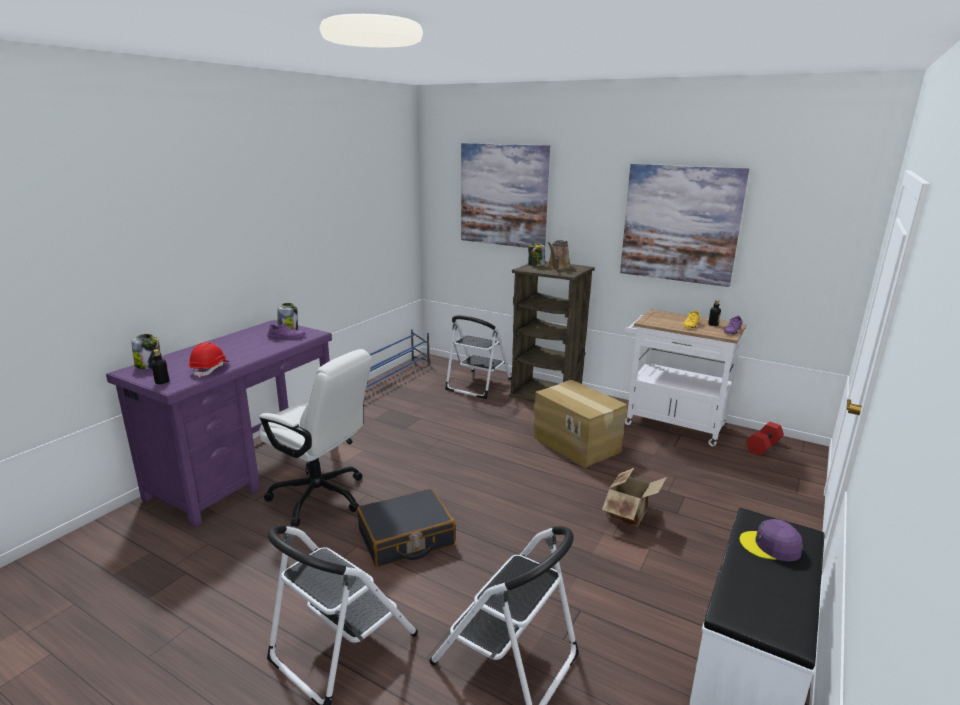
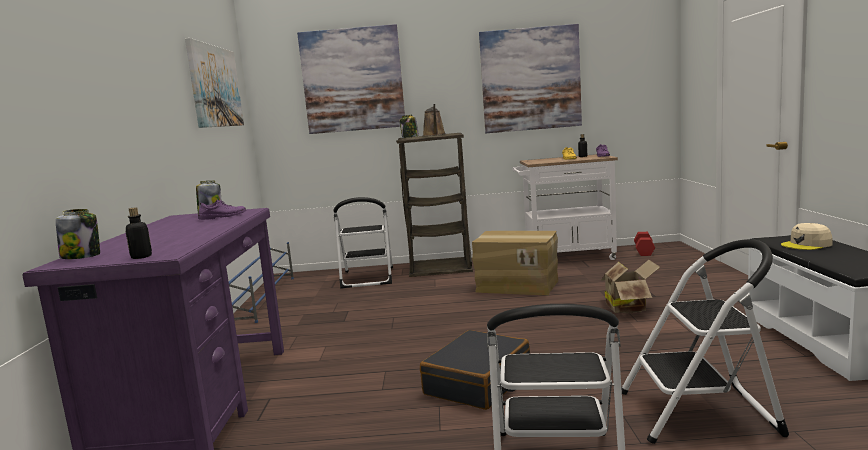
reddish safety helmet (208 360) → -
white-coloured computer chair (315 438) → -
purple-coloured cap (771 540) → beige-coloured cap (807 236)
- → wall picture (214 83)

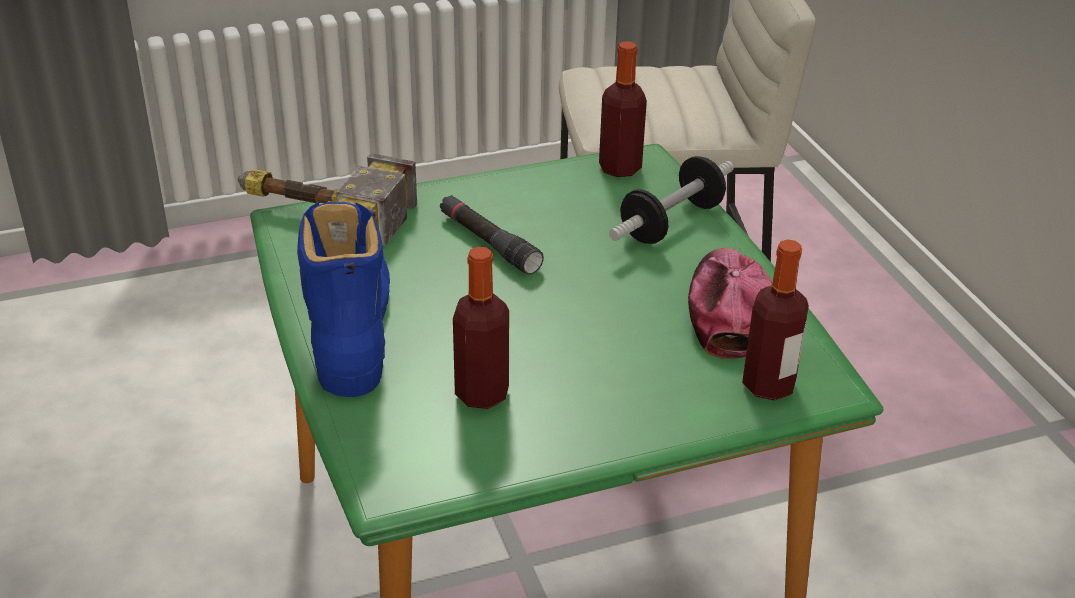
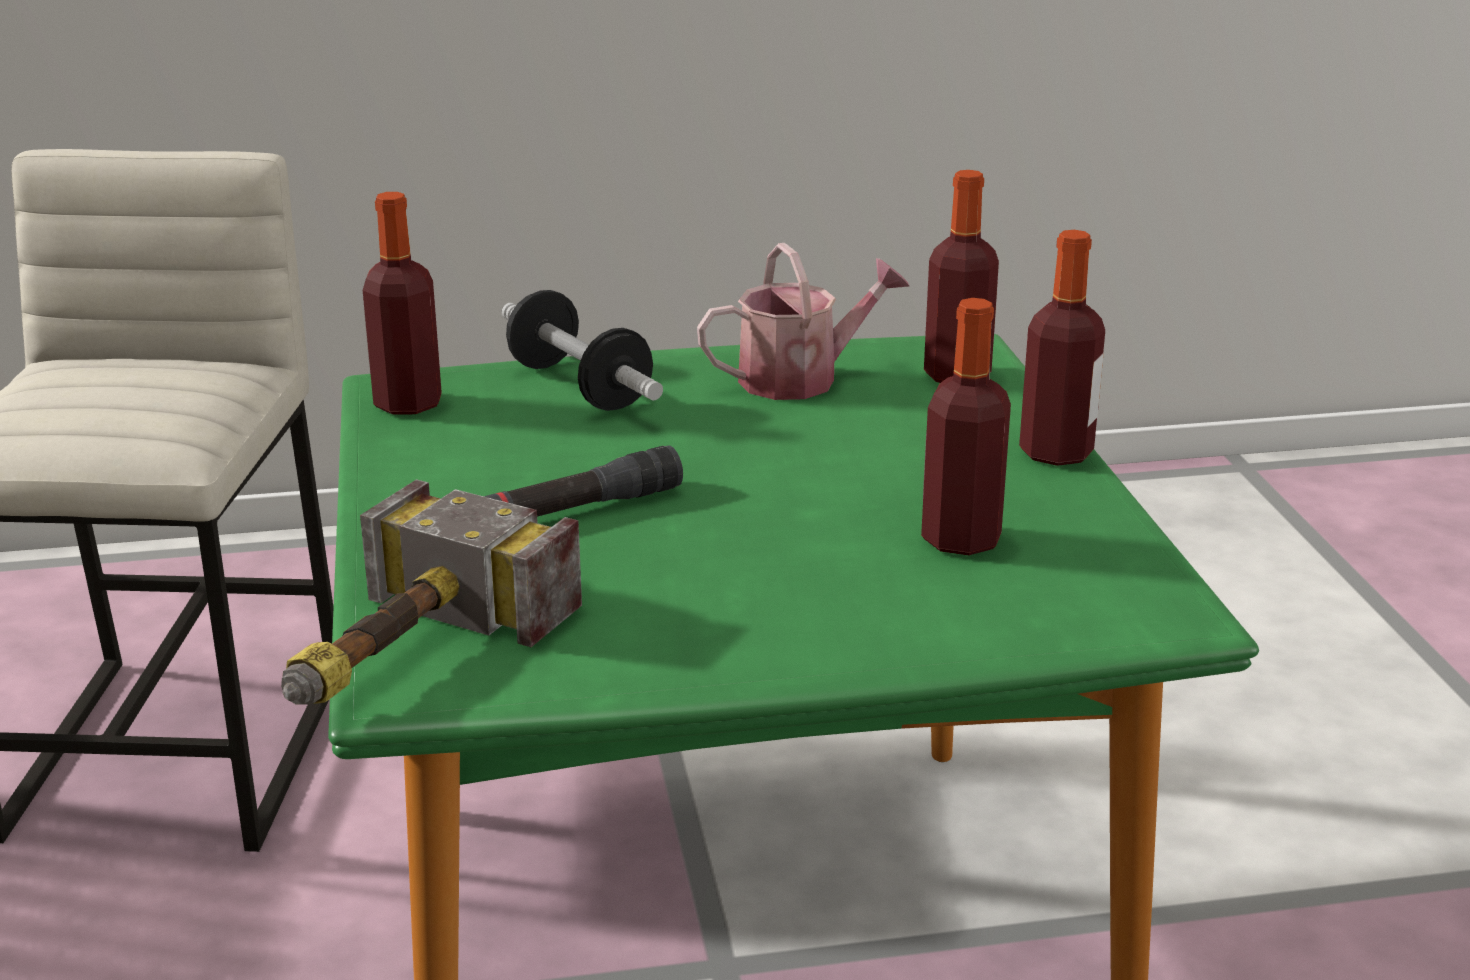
blue boot (343 299) → -
cap (730 303) → watering can (803 321)
- → bottle (1062 348)

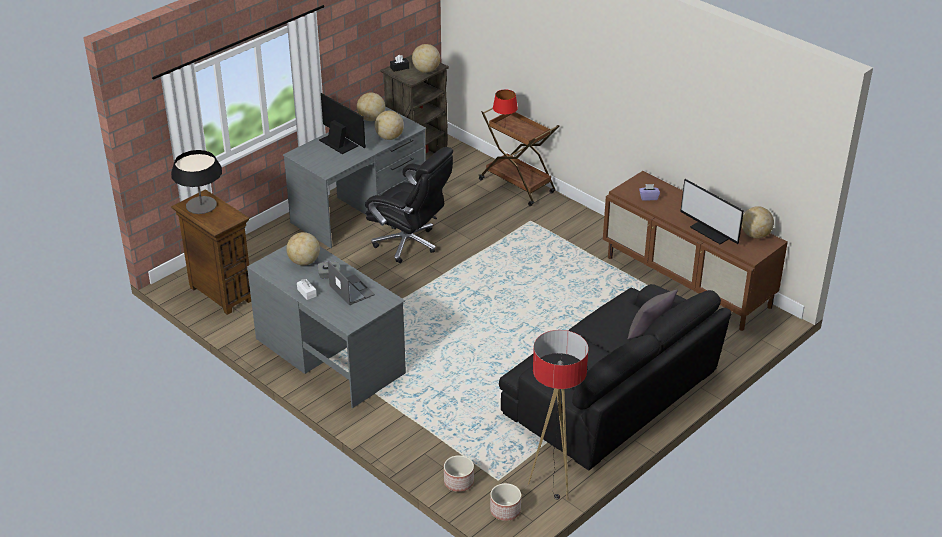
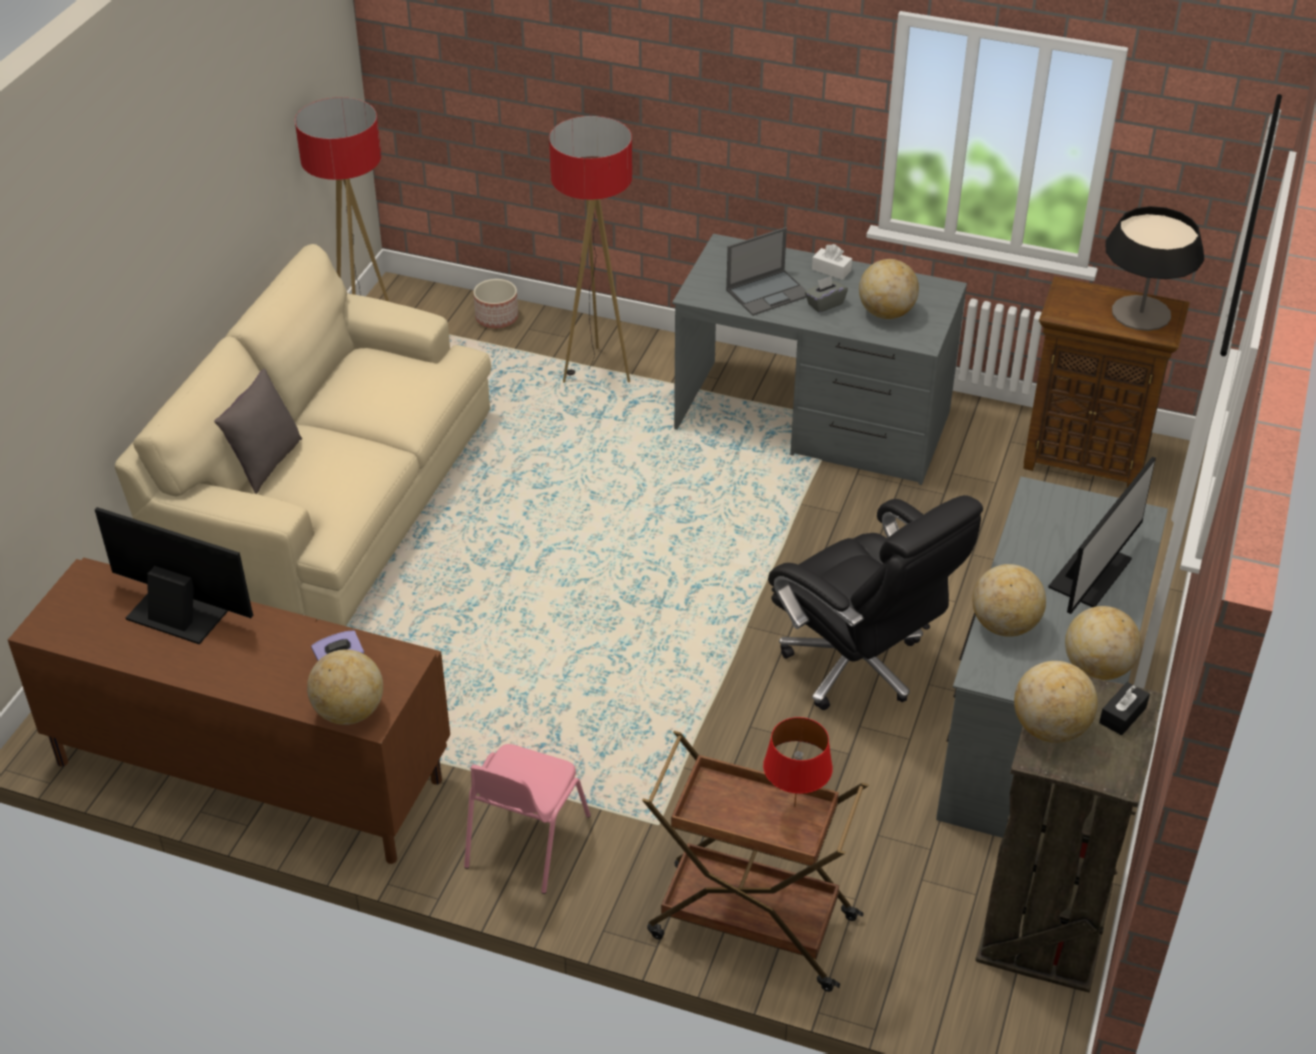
computer screen (342 123) → computer screen (1102 535), 75 degrees counterclockwise
black computer chair (409 205) → black computer chair (875 602), 135 degrees counterclockwise
desk globe (758 222) → desk globe (345 687), move
laptop (351 283) → laptop (766 271), 60 degrees counterclockwise
black sofa (615 377) → beige-coloured sofa (303 435)
flower pot (505 502) → -
- → floor lamp (590 249)
- → pink upright chair (527 819)

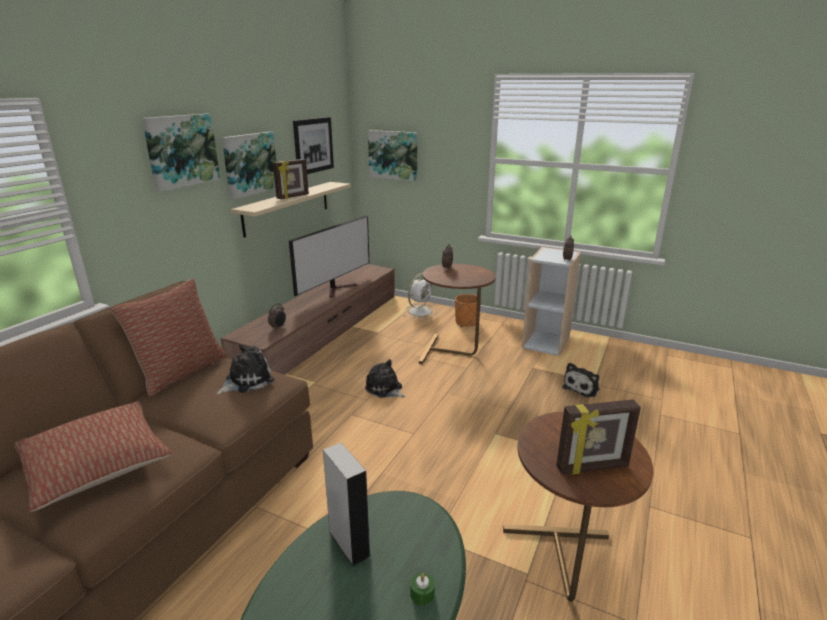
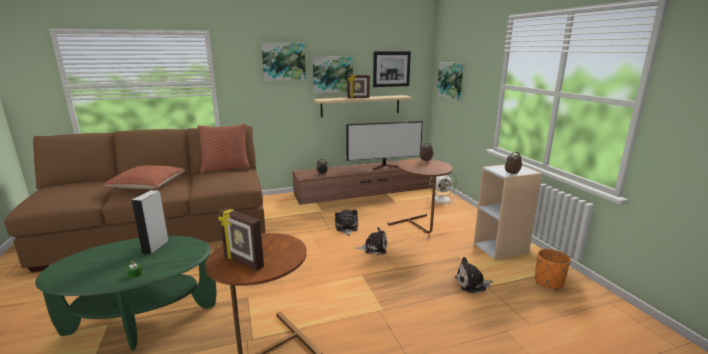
orange flower pot (468 310) → orange flower pot (553 269), move
soft toy (245 369) → soft toy (371 241), move

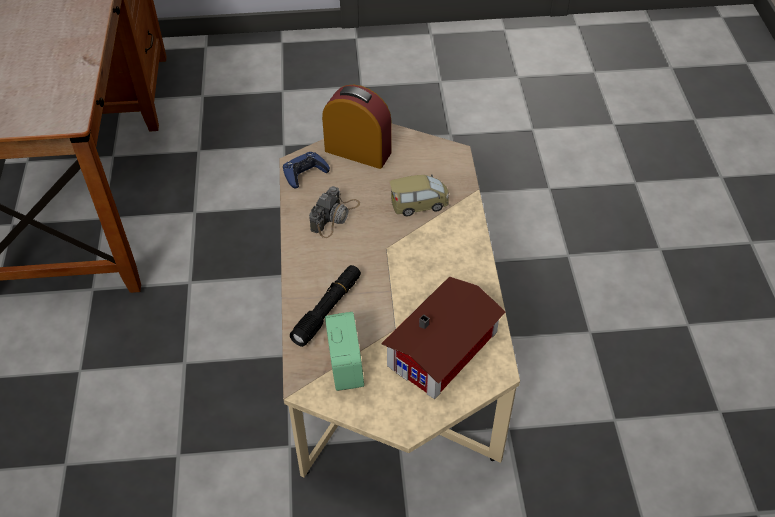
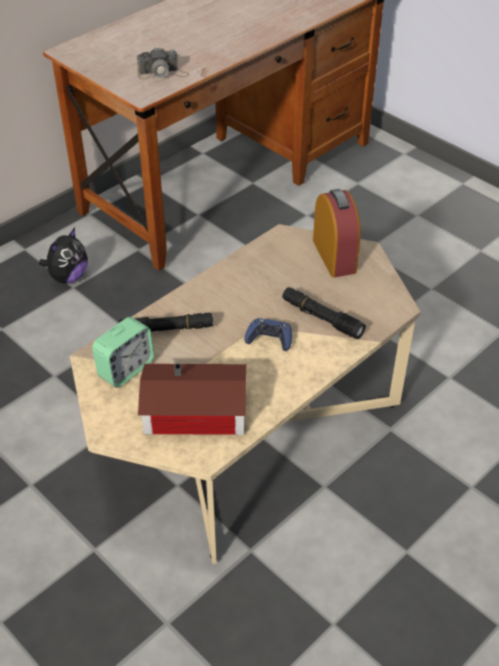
blue game controller (306 170) → blue game controller (268 334), move
model car (419 195) → black torch (324 313)
photo camera (334 212) → photo camera (163 63), move
- → soft toy (63 256)

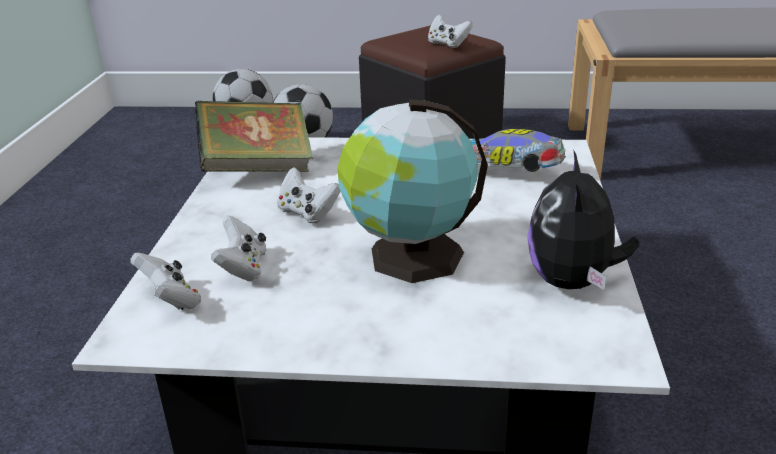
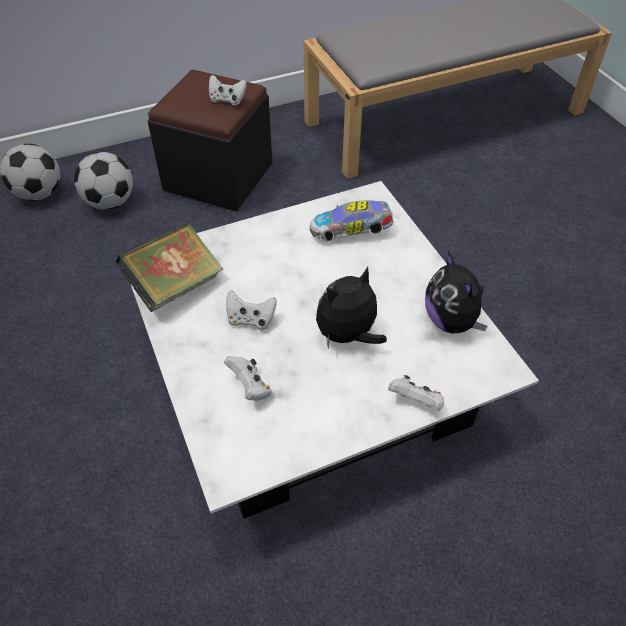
desk globe (412 191) → soft toy (351 308)
white-coloured game controller (165 281) → white-coloured game controller (416 392), move

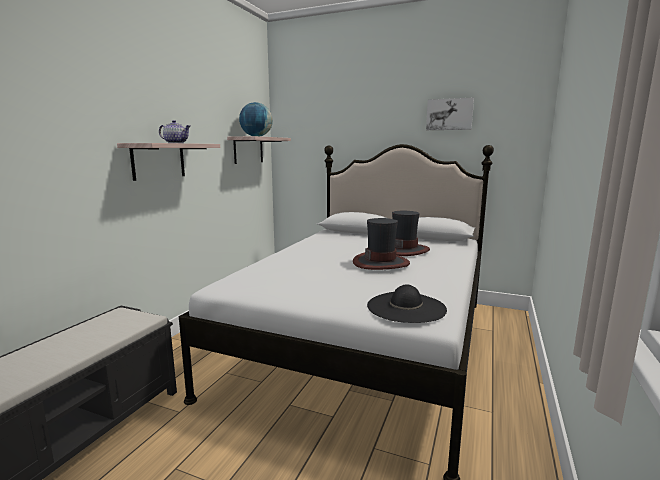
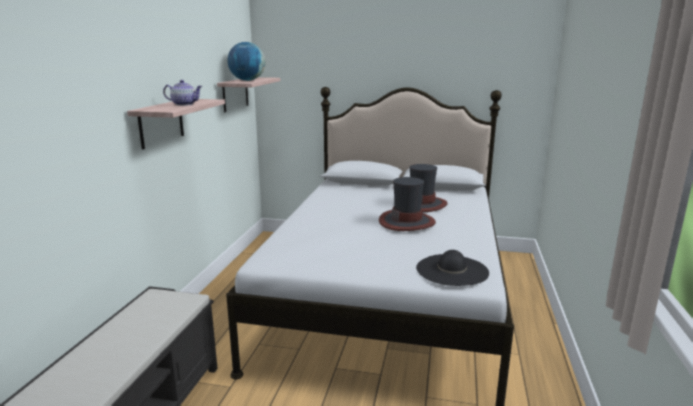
wall picture (450 114) → -

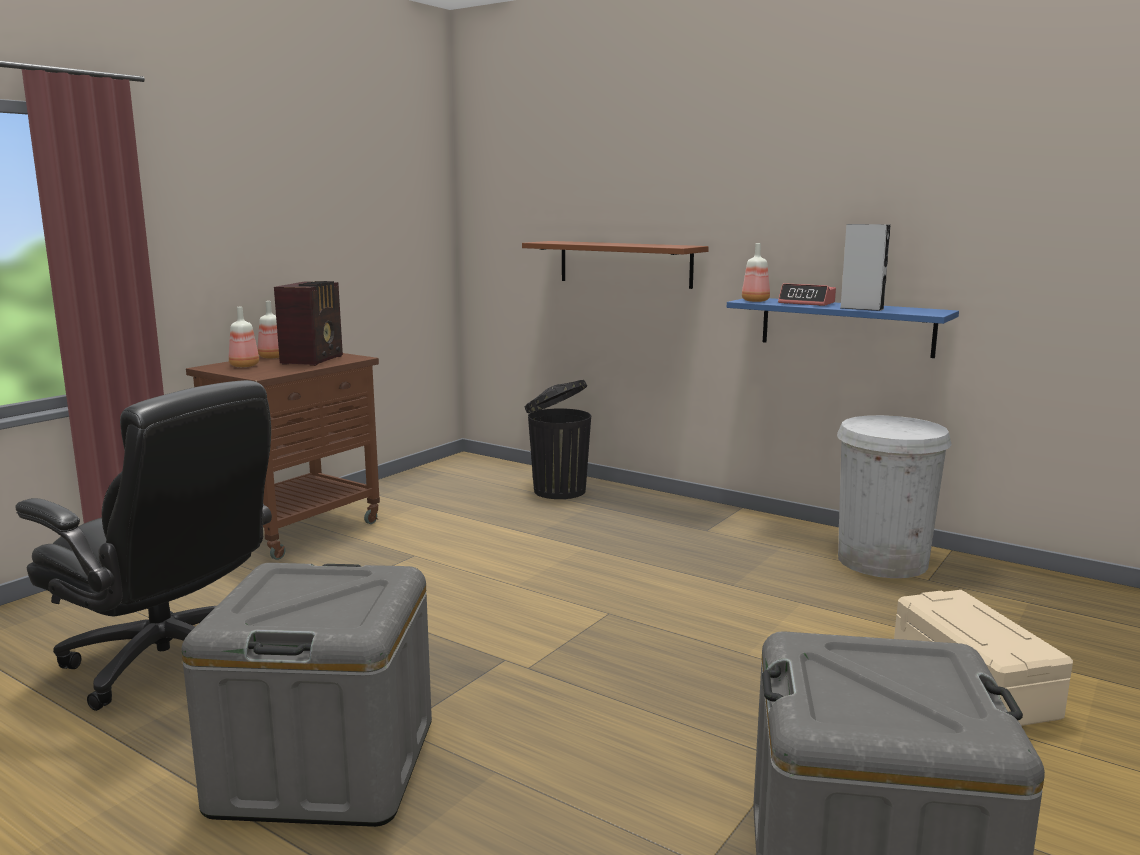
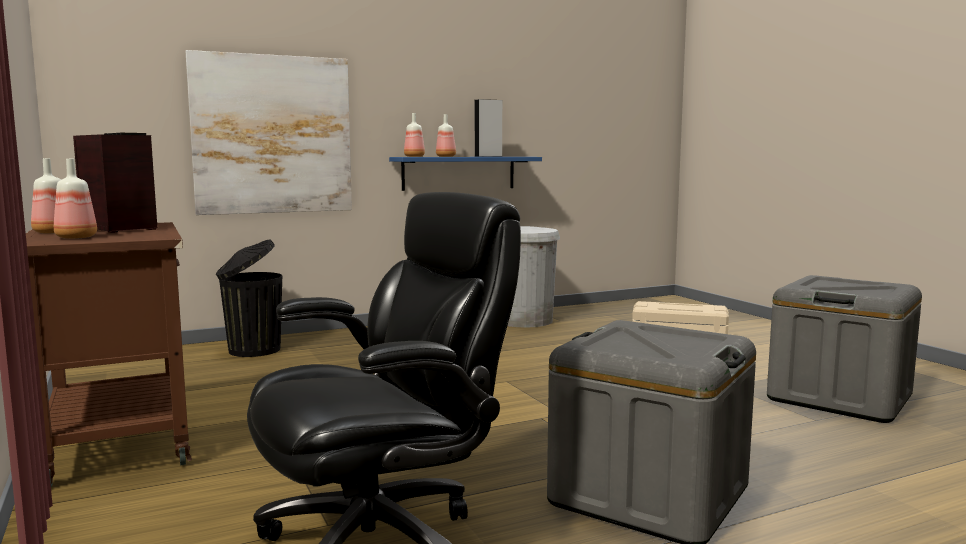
brown bracket shelf (615 265) → wall picture (268 132)
table clock (807 294) → bottle (446 135)

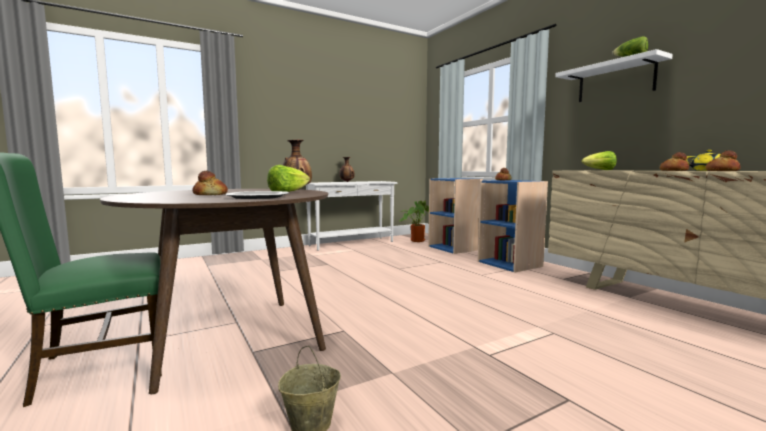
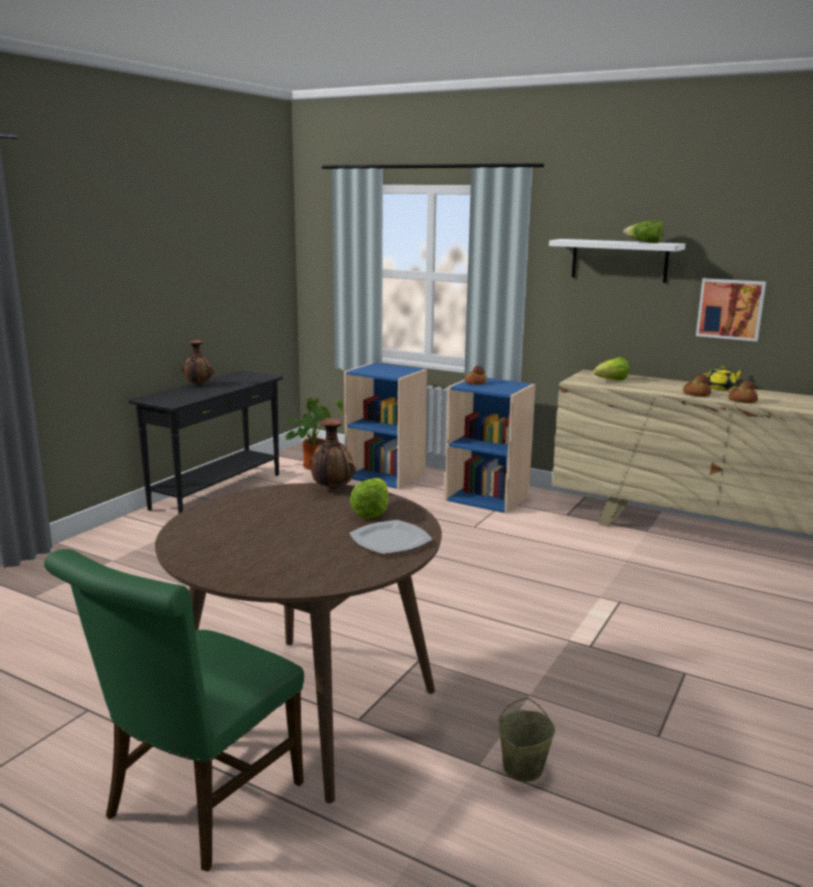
bakery bread (210 183) → -
white-coloured narrow table (351 216) → black narrow table (206 442)
- → wall picture (731 310)

